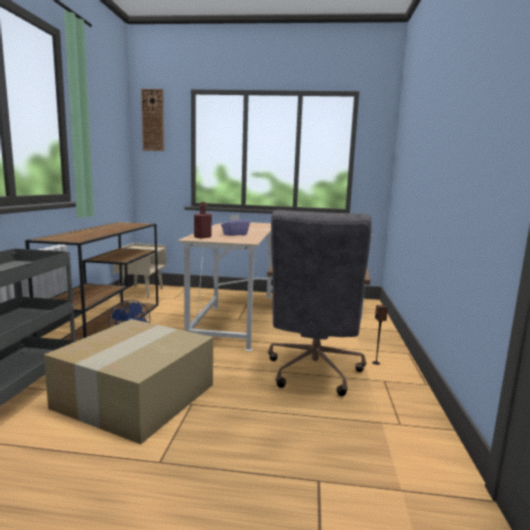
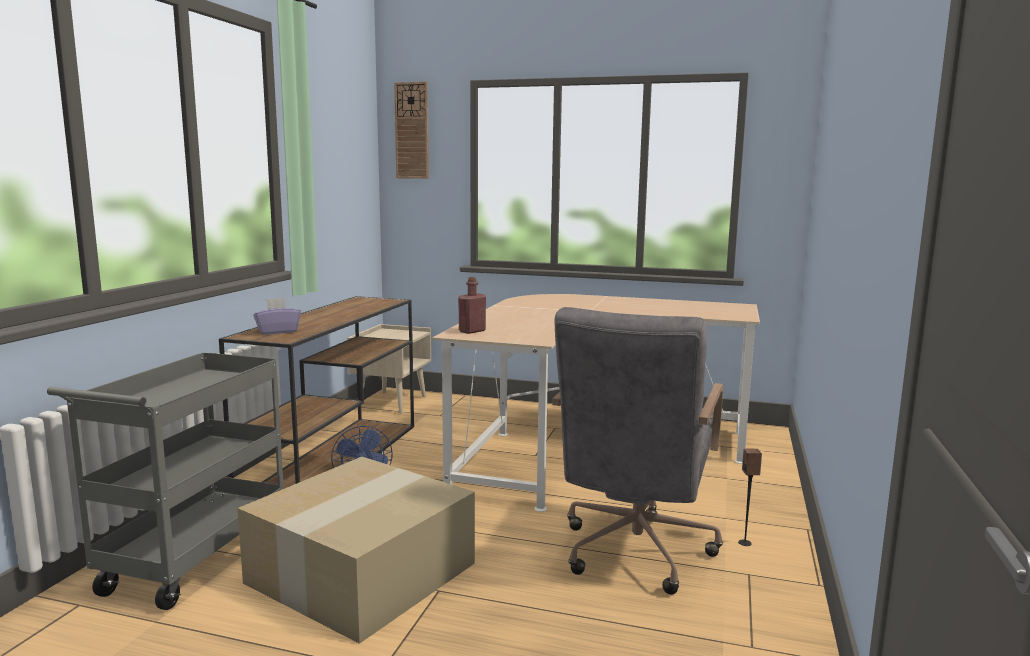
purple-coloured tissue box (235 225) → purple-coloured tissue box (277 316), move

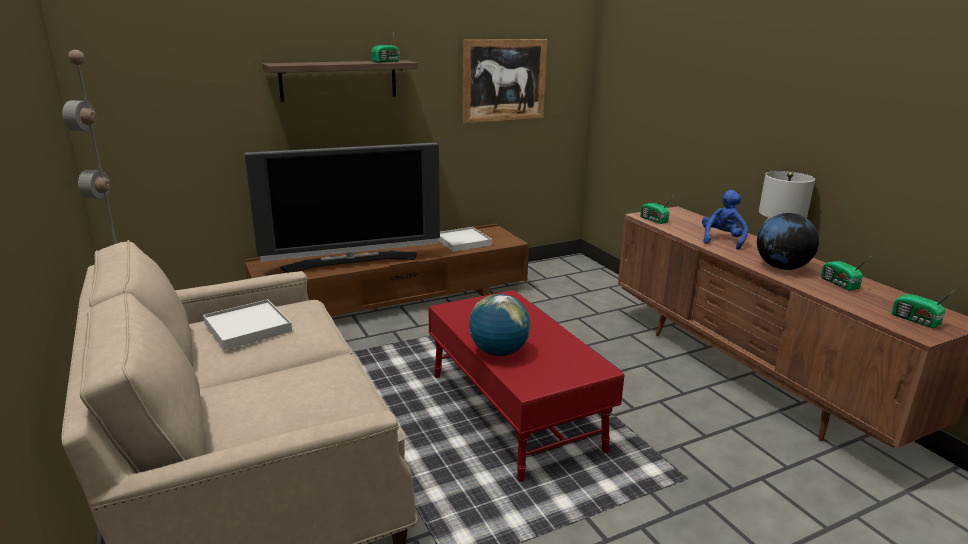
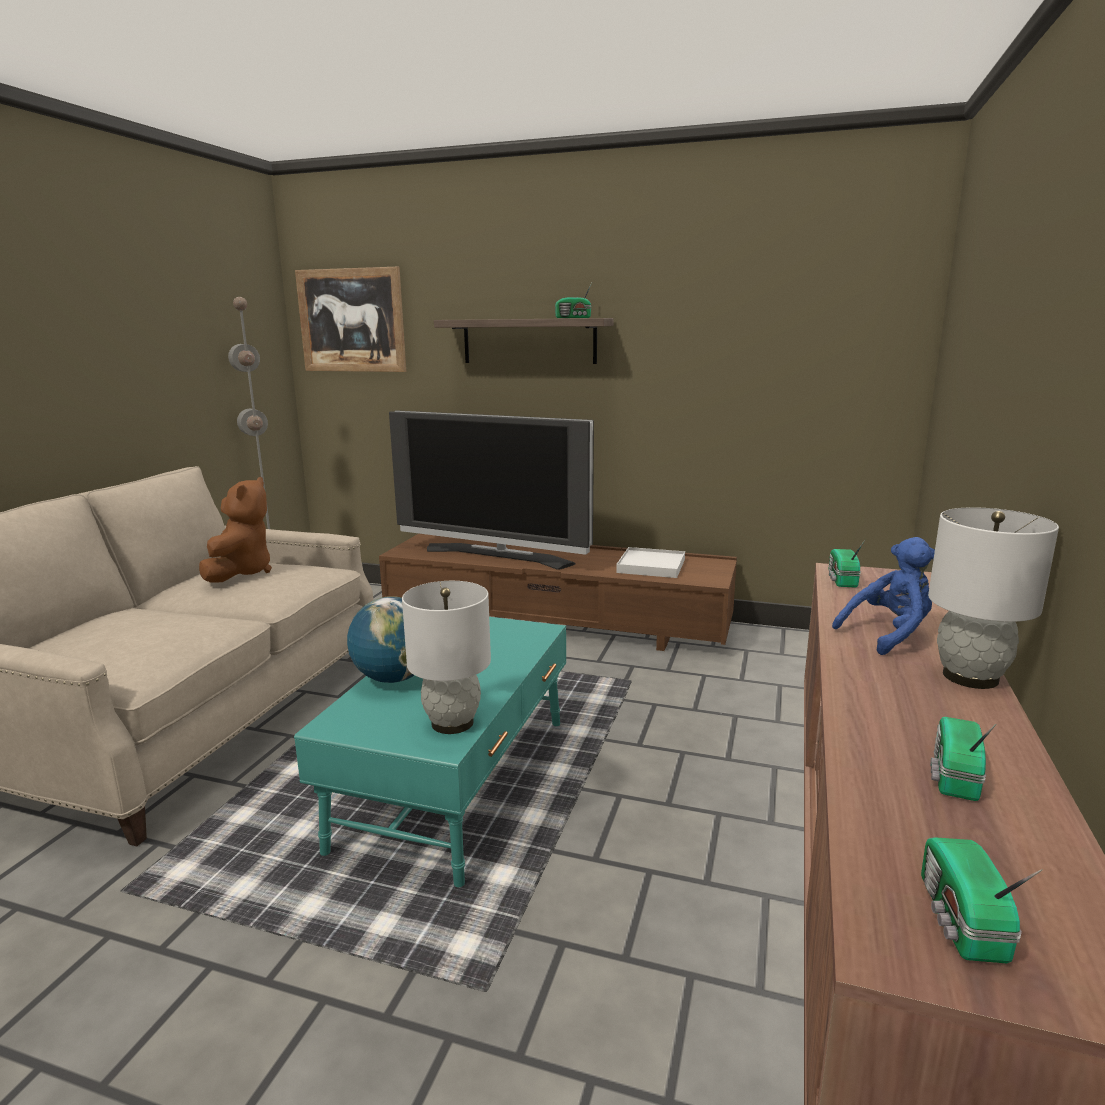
wall picture (505 81) → wall picture (350 319), move
desk globe (788 241) → -
reddish lounge table (526 385) → blue-green lounge table (430 752)
white-coloured serving tray (247 324) → brown soft toy (235 530)
- → white-coloured tabletop lamp (446 657)

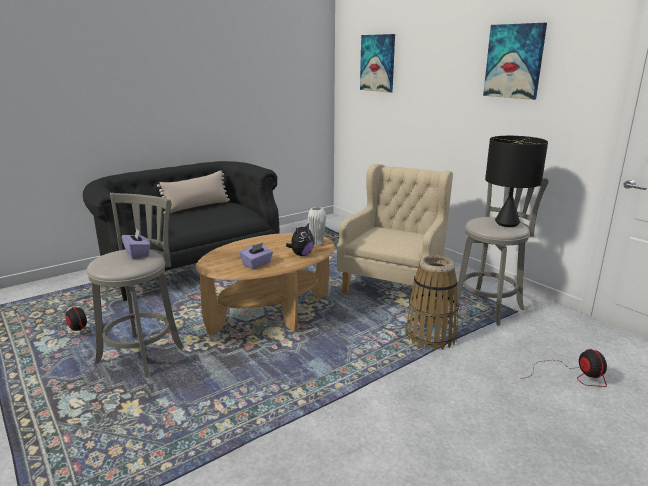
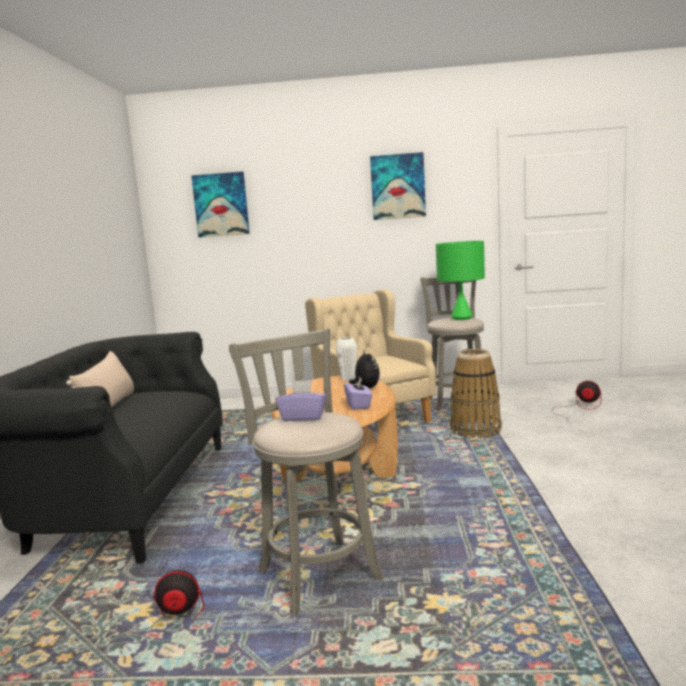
black tabletop lamp (516 181) → green-coloured tabletop lamp (460 280)

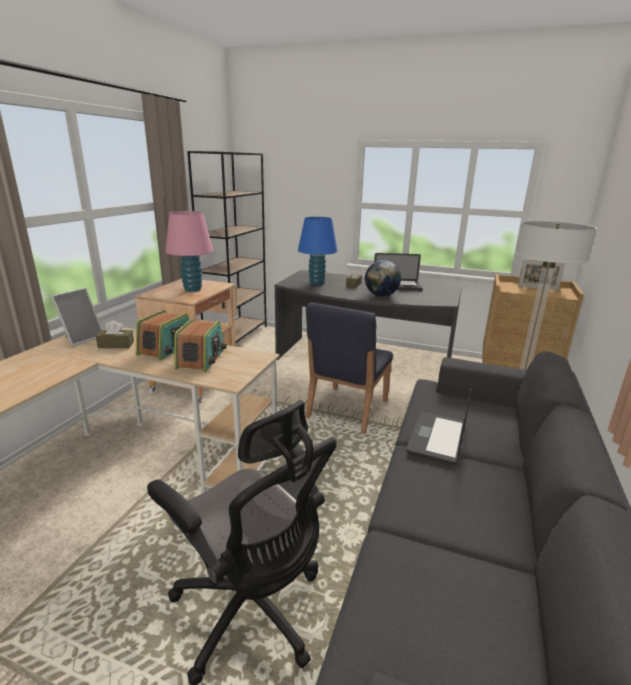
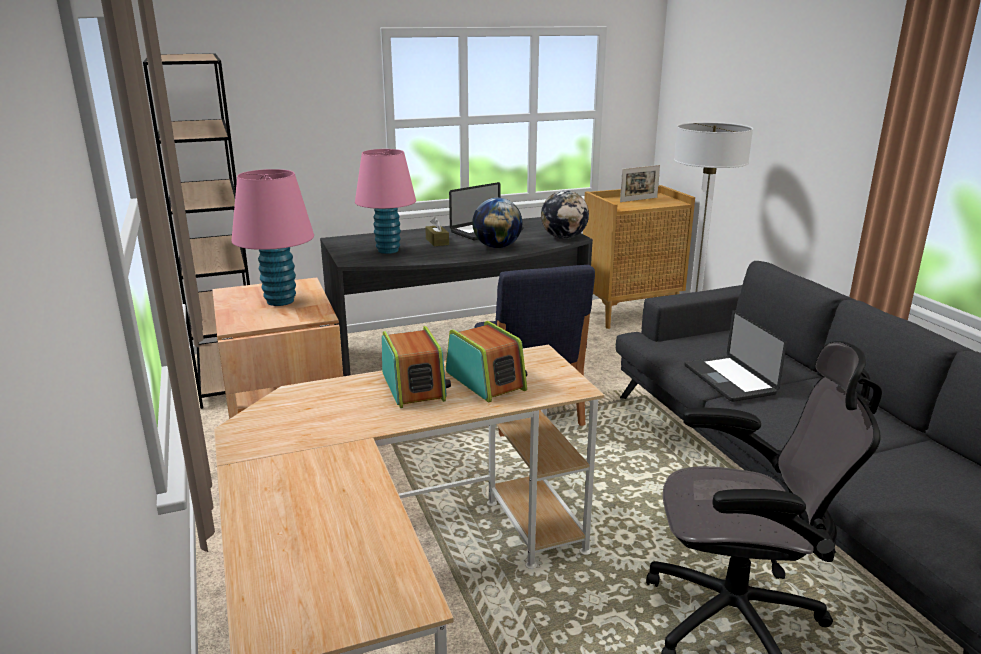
blue tabletop lamp (317 251) → pink tabletop lamp (385 201)
picture frame (77 317) → -
brown tissue box (115 334) → -
- → desk globe (565 214)

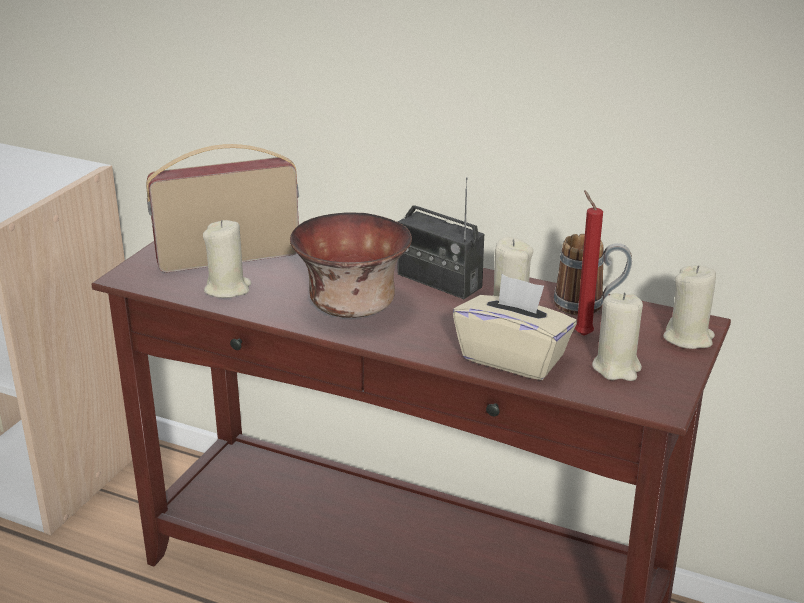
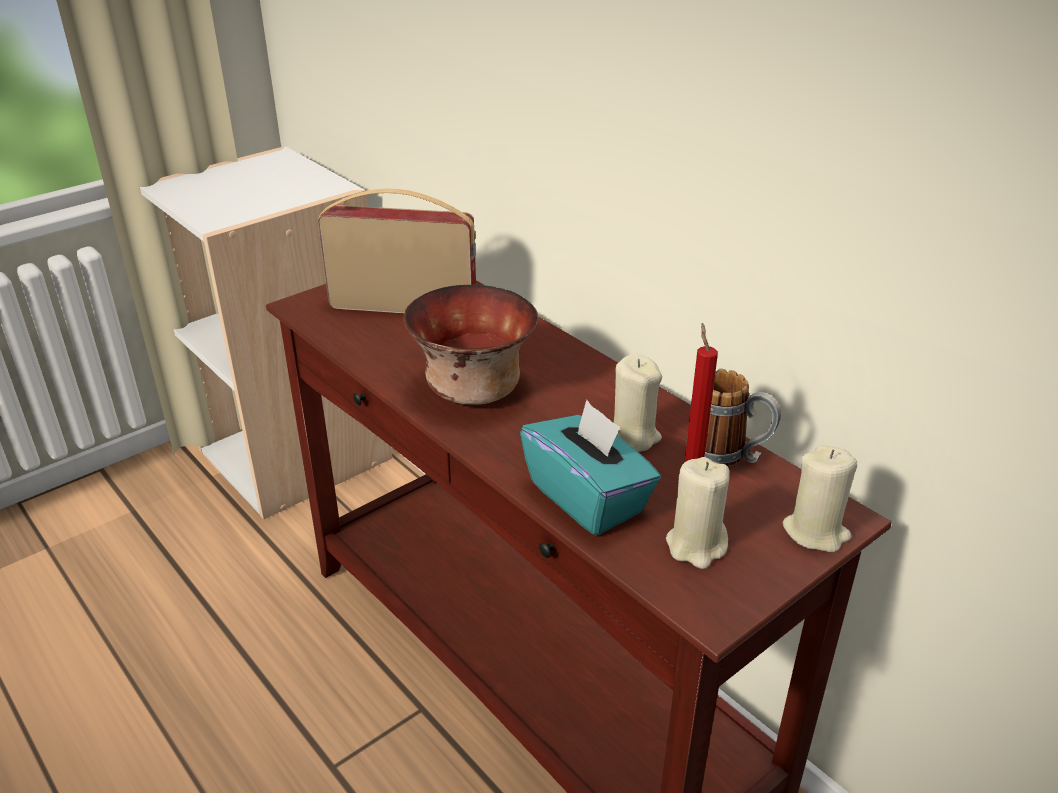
radio (441 238) → -
beige-coloured wax light (227 259) → -
beige-coloured tissue box (515 327) → blue-green tissue box (590 467)

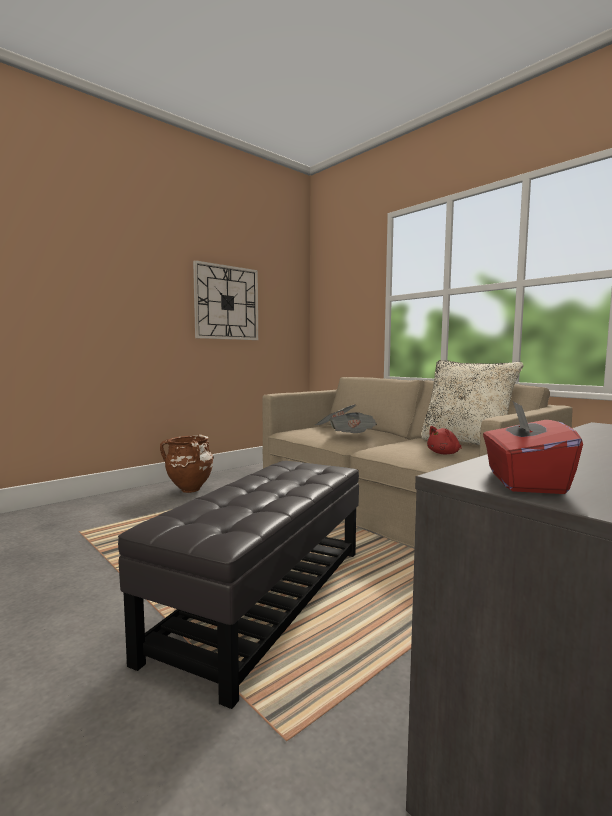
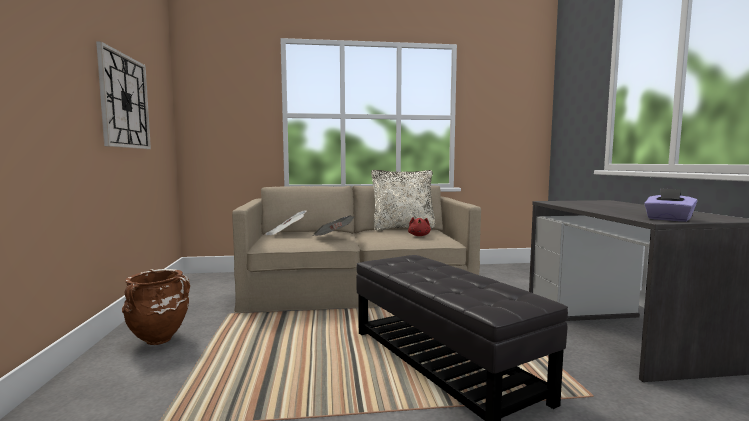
reddish tissue box (533 447) → purple-coloured tissue box (670 205)

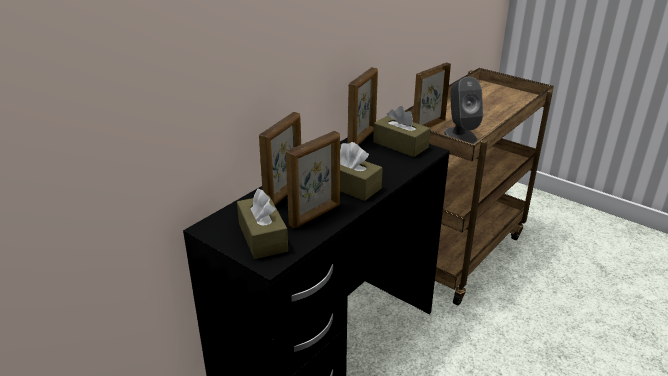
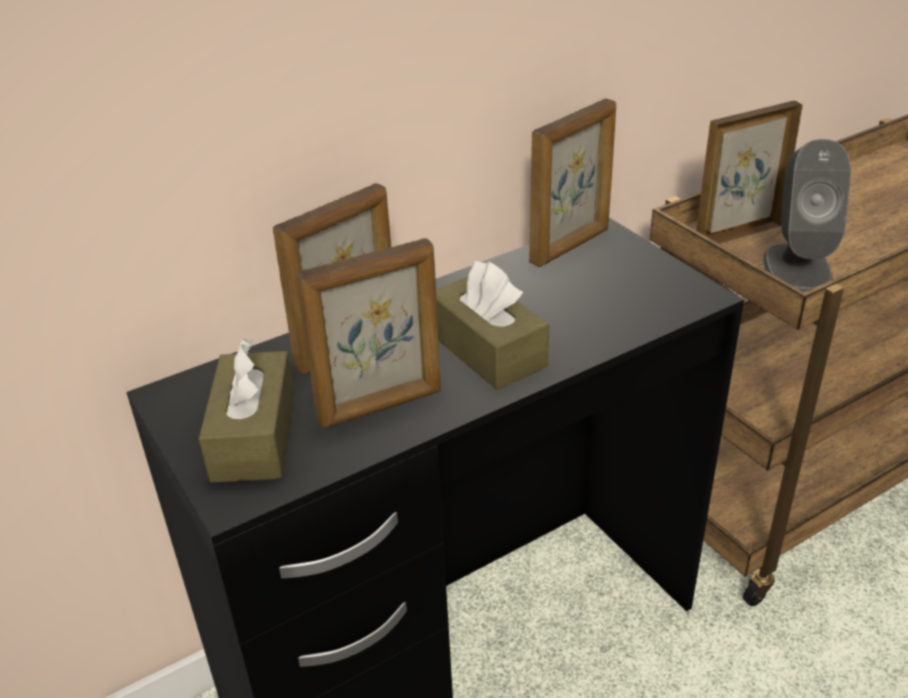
brown tissue box (401 131) → -

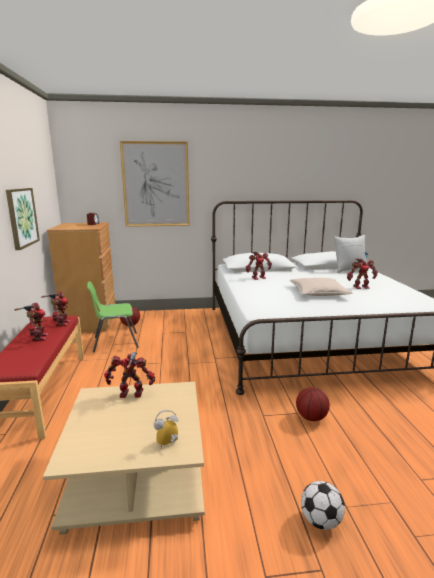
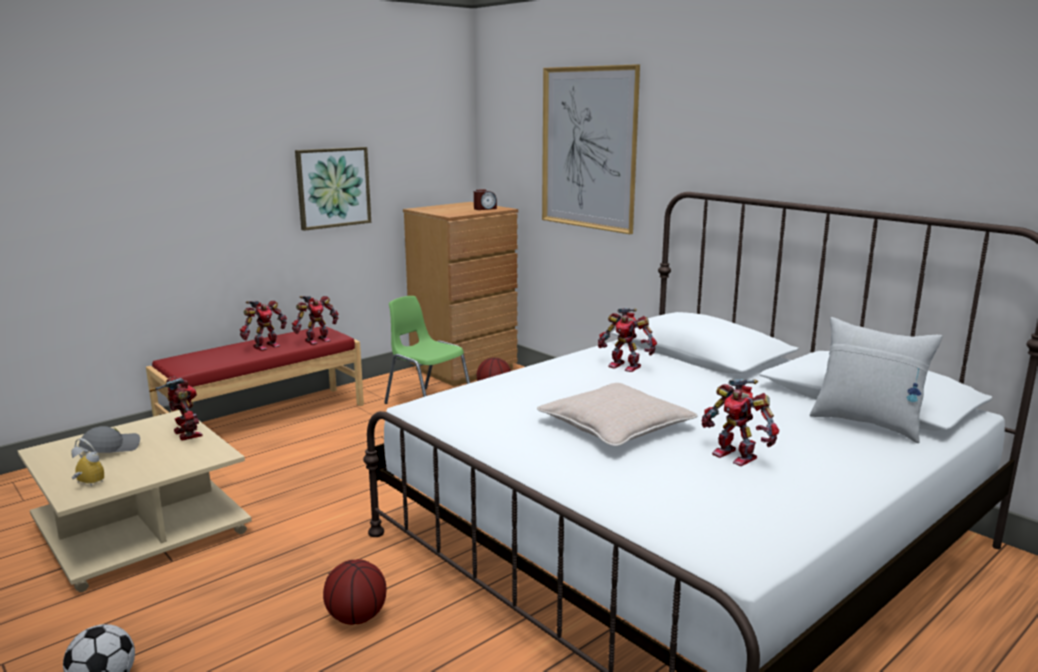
- → gray cap (109 439)

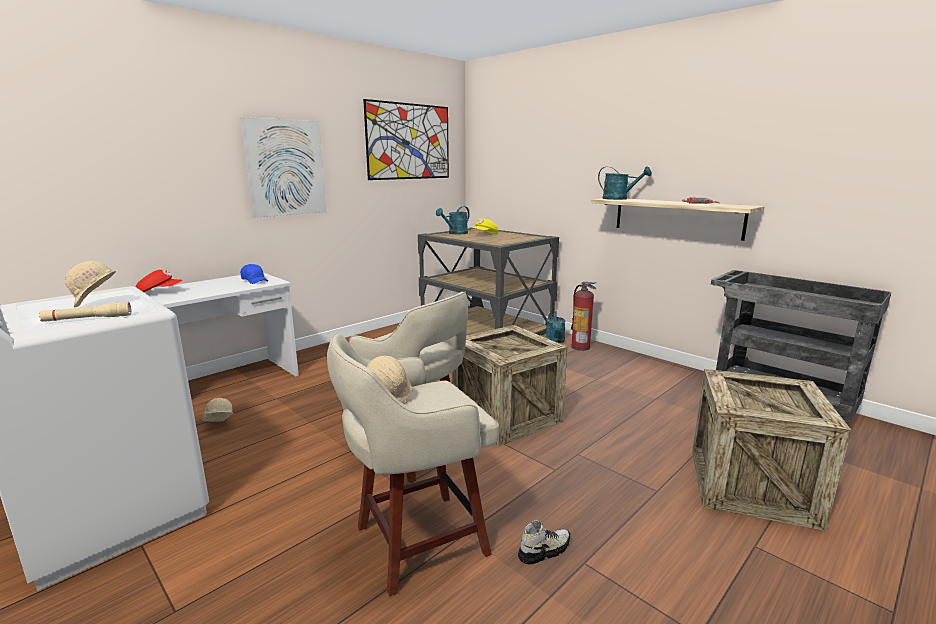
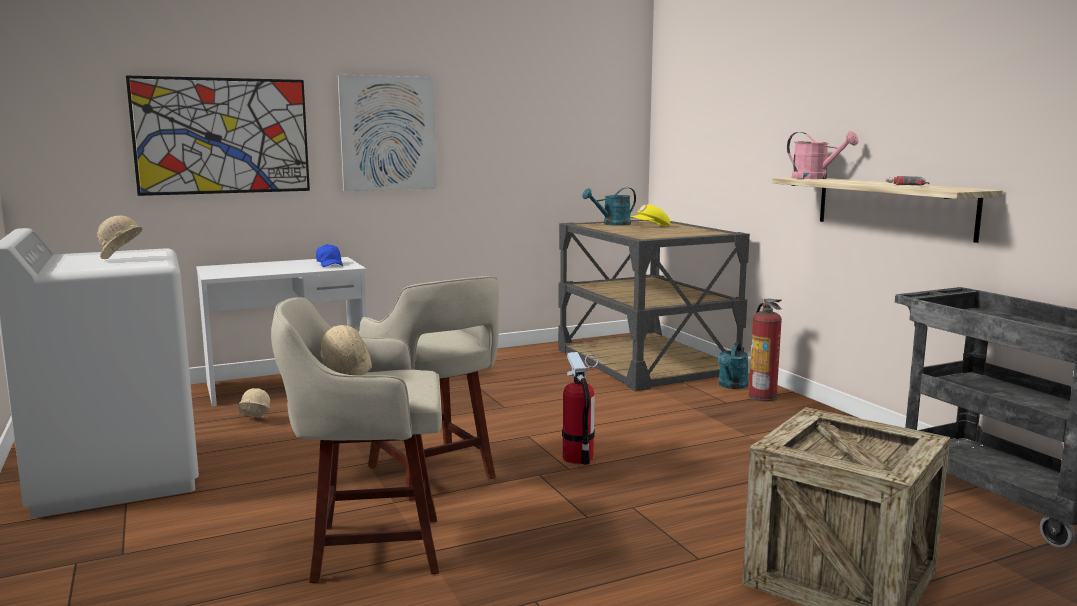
wall picture (406 139) → wall picture (218 135), move
blue-green watering can (625 183) → pink watering can (823 155)
reddish cap (159 281) → -
beige-coloured torch (85 312) → -
packing crate (509 385) → extinguisher (580 408)
shoe (544 542) → -

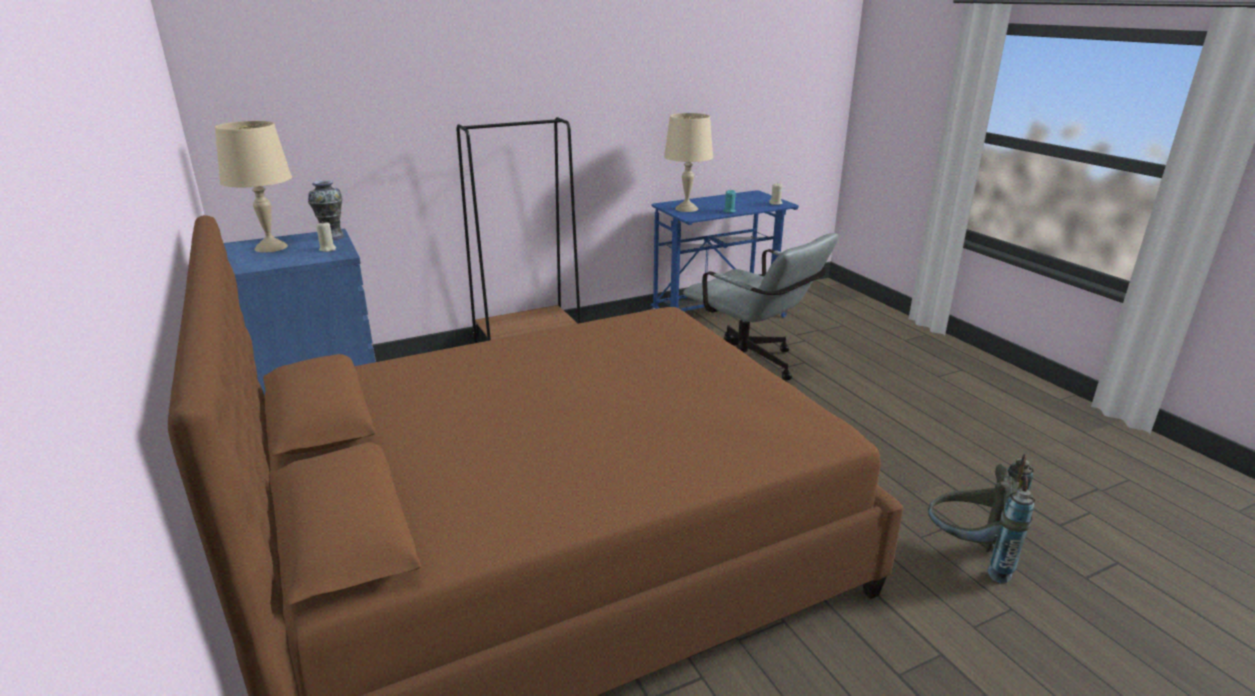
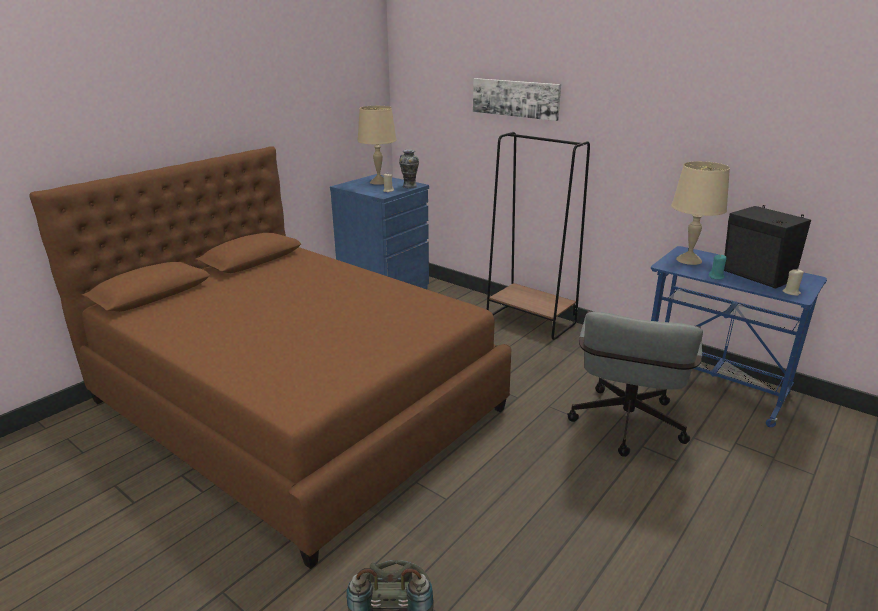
- → wall picture (517 99)
- → black loudspeaker (767 247)

